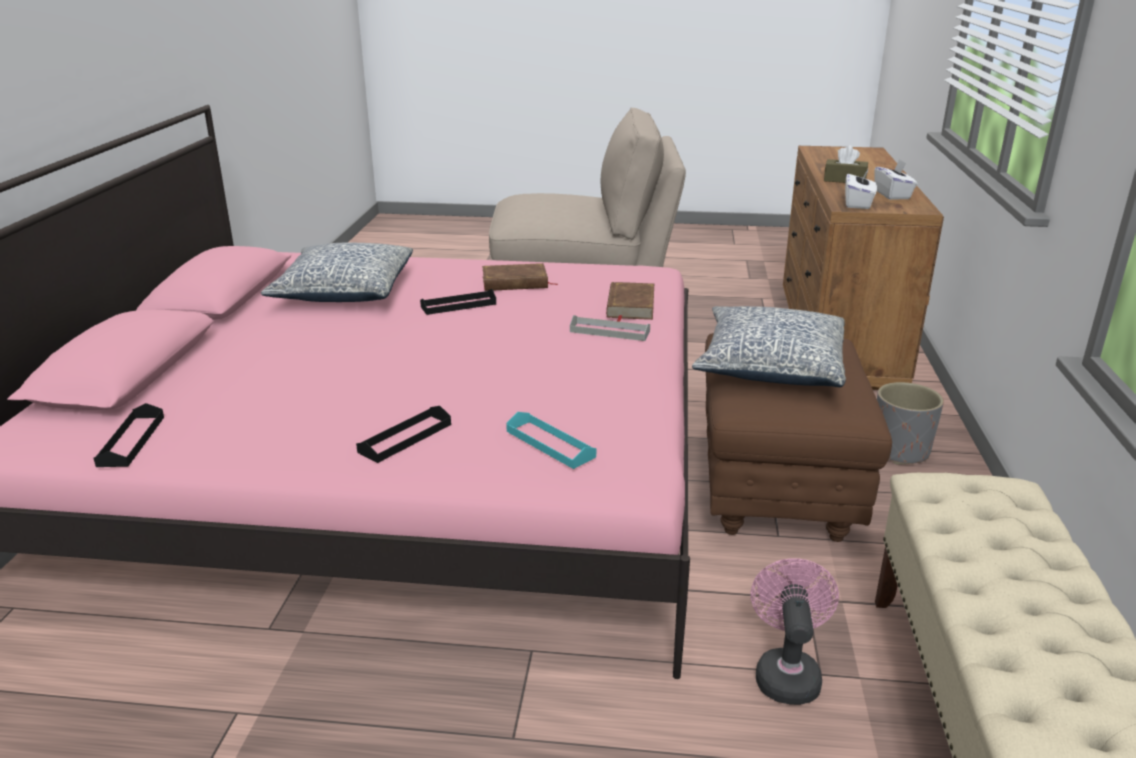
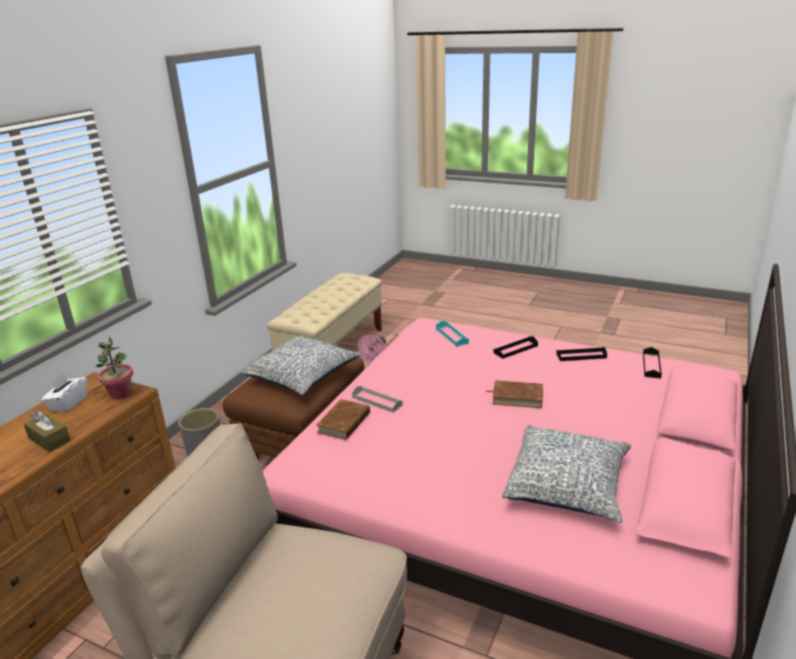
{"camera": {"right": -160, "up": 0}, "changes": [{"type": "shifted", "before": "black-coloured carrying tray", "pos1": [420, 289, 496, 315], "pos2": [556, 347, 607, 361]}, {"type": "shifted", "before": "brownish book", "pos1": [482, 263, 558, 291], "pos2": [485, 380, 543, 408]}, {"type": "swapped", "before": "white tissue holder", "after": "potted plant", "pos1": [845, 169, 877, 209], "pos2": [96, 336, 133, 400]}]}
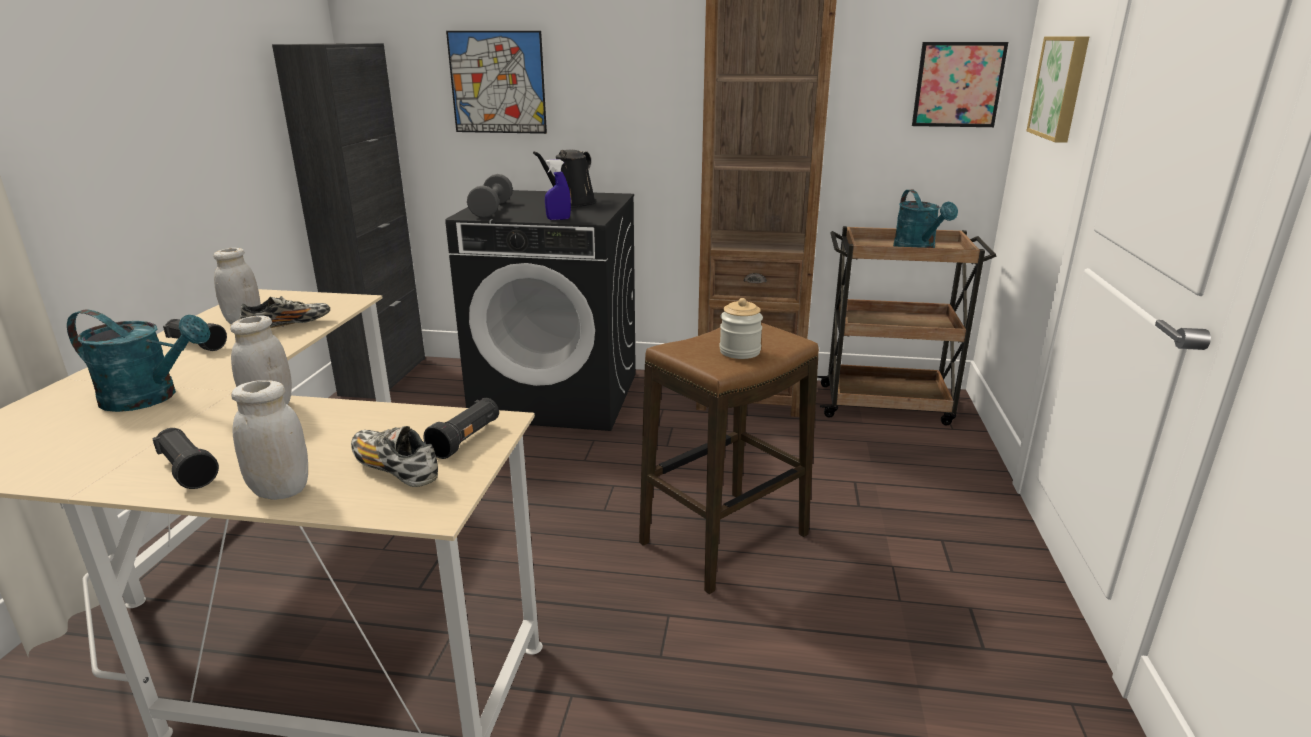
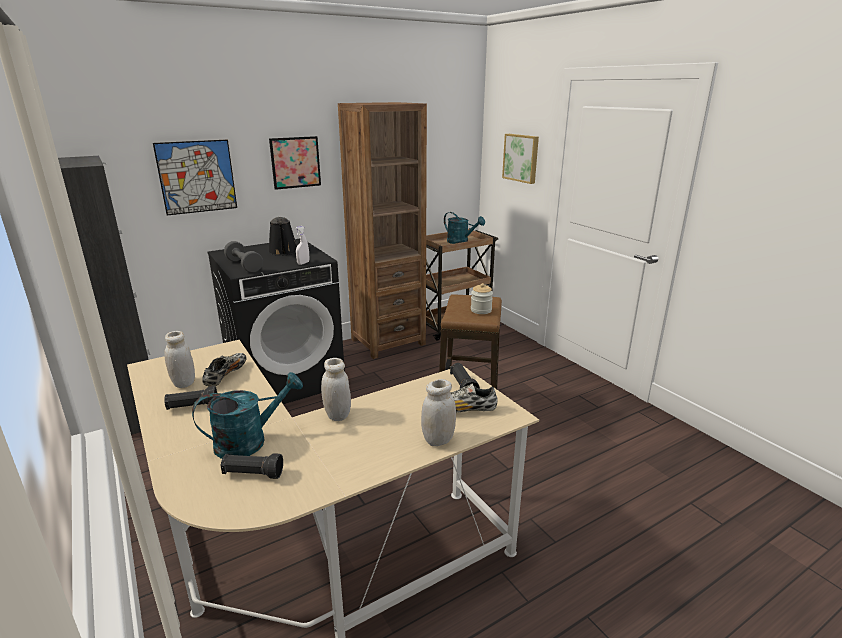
{"camera": {"right": -40, "up": 0}, "changes": [{"type": "shifted", "before": "black-coloured hand torch", "pos1": [152, 428, 219, 489], "pos2": [221, 453, 283, 479]}, {"type": "shifted", "before": "wall picture", "pos1": [912, 42, 1008, 127], "pos2": [269, 136, 321, 190]}, {"type": "repainted", "before": "blue-coloured hand sprayer", "after": "white hand sprayer", "pos1": [545, 159, 571, 220], "pos2": [295, 226, 309, 265]}]}
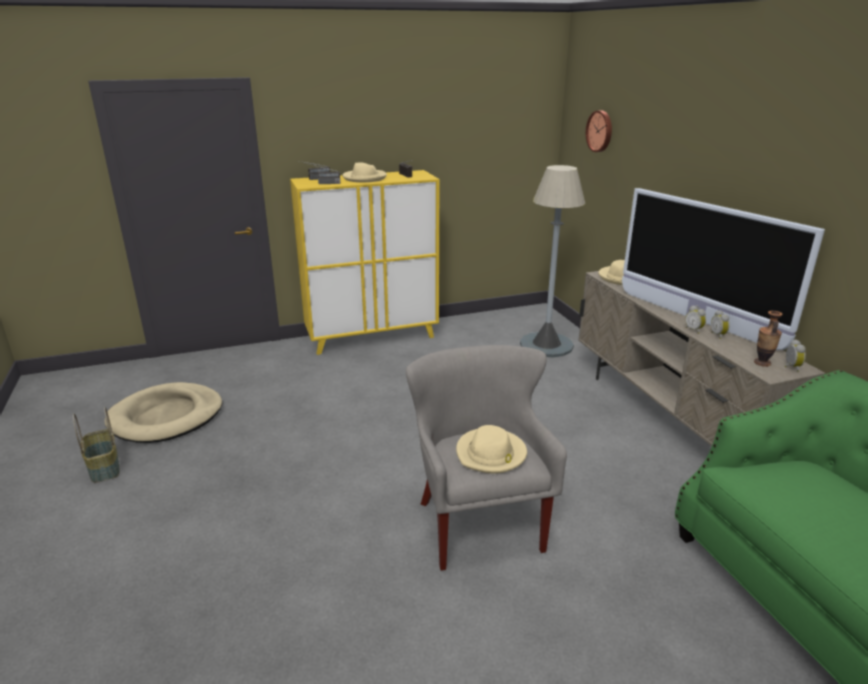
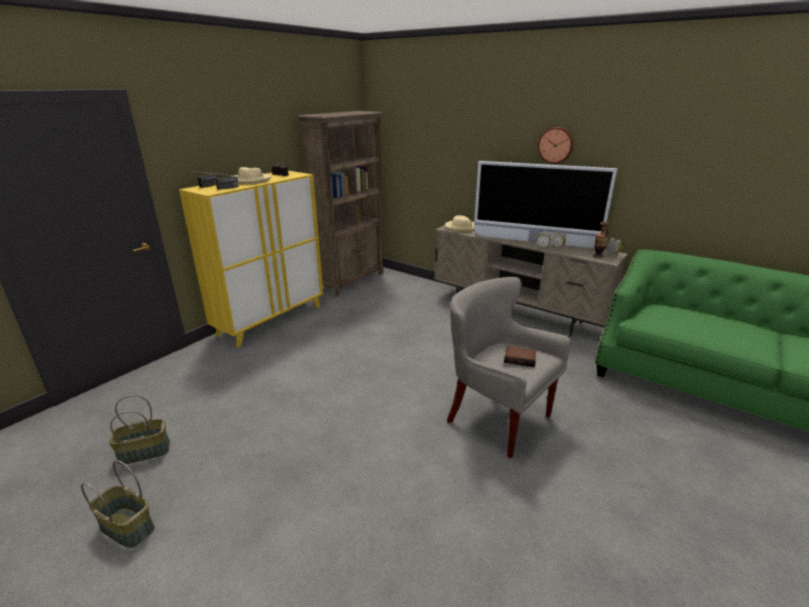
{"camera": {"right": -35, "up": 0}, "changes": [{"type": "gone", "before": "grey standing lamp", "pos1": [520, 165, 585, 357]}, {"type": "new", "after": "brownish bookshelf", "pos2": [298, 111, 384, 296]}, {"type": "shifted", "before": "wall clock", "pos1": [586, 110, 612, 152], "pos2": [538, 127, 574, 164]}, {"type": "swapped", "before": "beige-coloured dog cushion", "after": "household basket", "pos1": [105, 382, 222, 443], "pos2": [109, 395, 170, 465]}, {"type": "swapped", "before": "beige-coloured hat", "after": "book", "pos1": [456, 425, 527, 473], "pos2": [504, 346, 536, 367]}]}
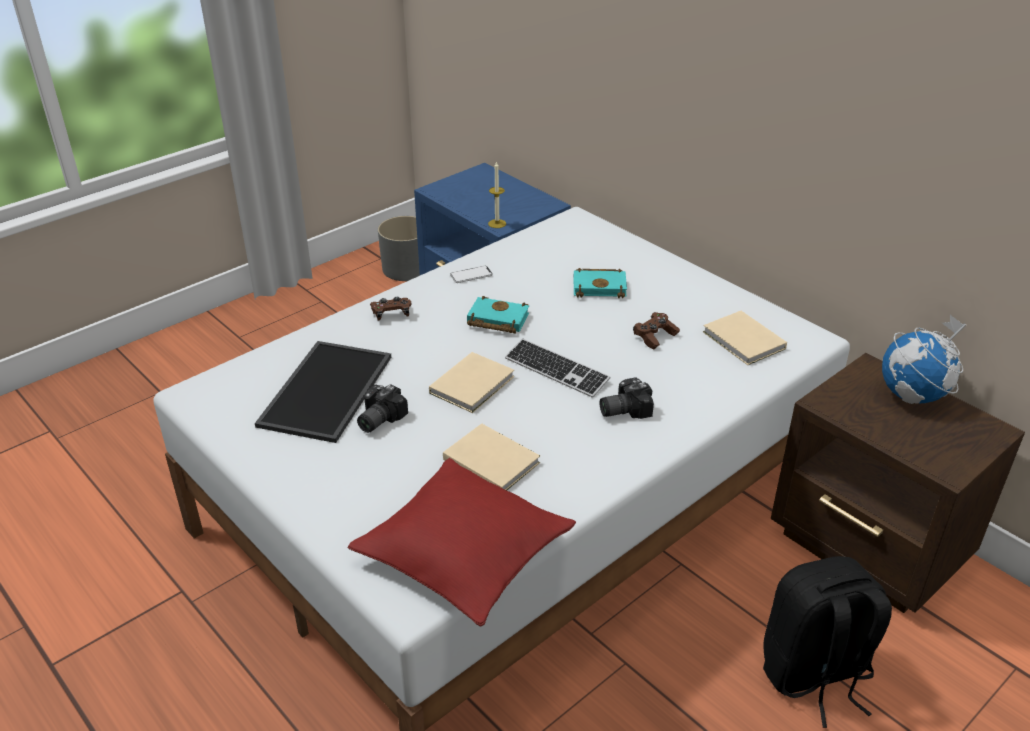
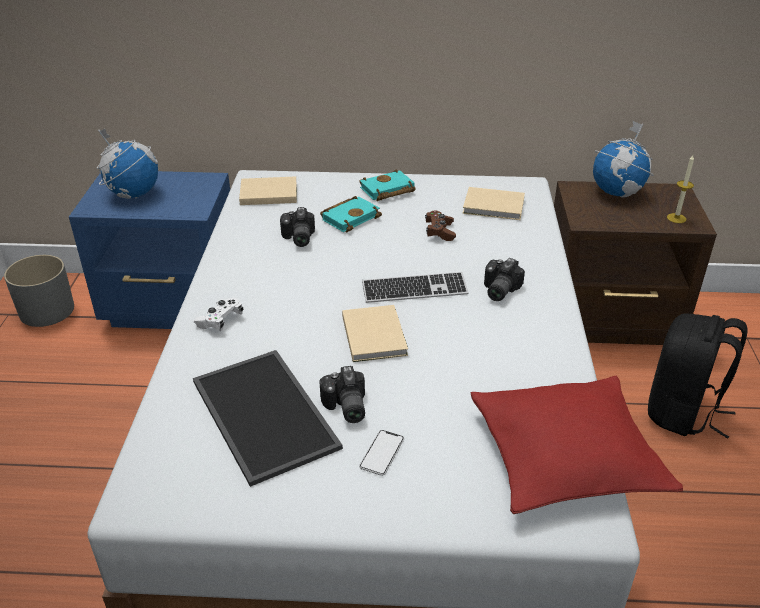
{"camera": {"right": -45, "up": 0}, "changes": [{"type": "new", "after": "desk globe", "pos2": [97, 129, 158, 199]}, {"type": "new", "after": "still camera", "pos2": [280, 207, 315, 247]}, {"type": "shifted", "before": "beige-coloured book", "pos1": [443, 423, 540, 491], "pos2": [239, 176, 297, 205]}, {"type": "shifted", "before": "handset", "pos1": [450, 266, 493, 283], "pos2": [359, 430, 404, 476]}, {"type": "shifted", "before": "turquoise book", "pos1": [467, 296, 529, 334], "pos2": [359, 170, 416, 201]}, {"type": "shifted", "before": "candle", "pos1": [488, 161, 506, 228], "pos2": [667, 155, 694, 223]}, {"type": "repainted", "before": "brownish joypad", "after": "white joypad", "pos1": [370, 297, 411, 320], "pos2": [194, 298, 243, 331]}]}
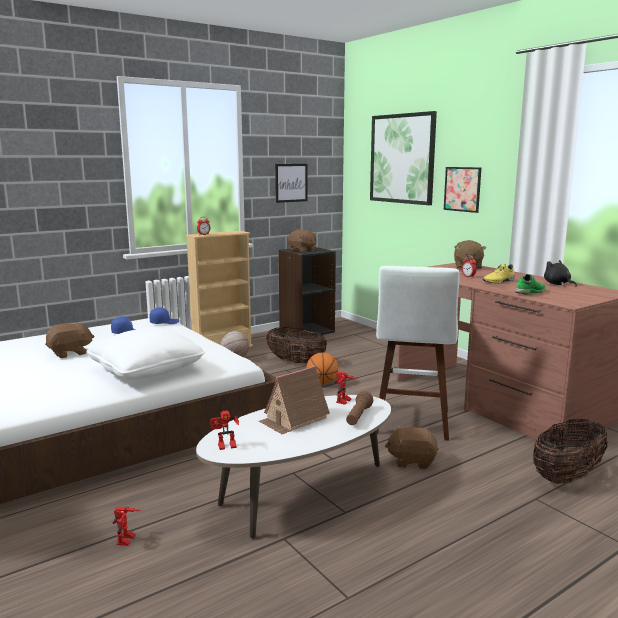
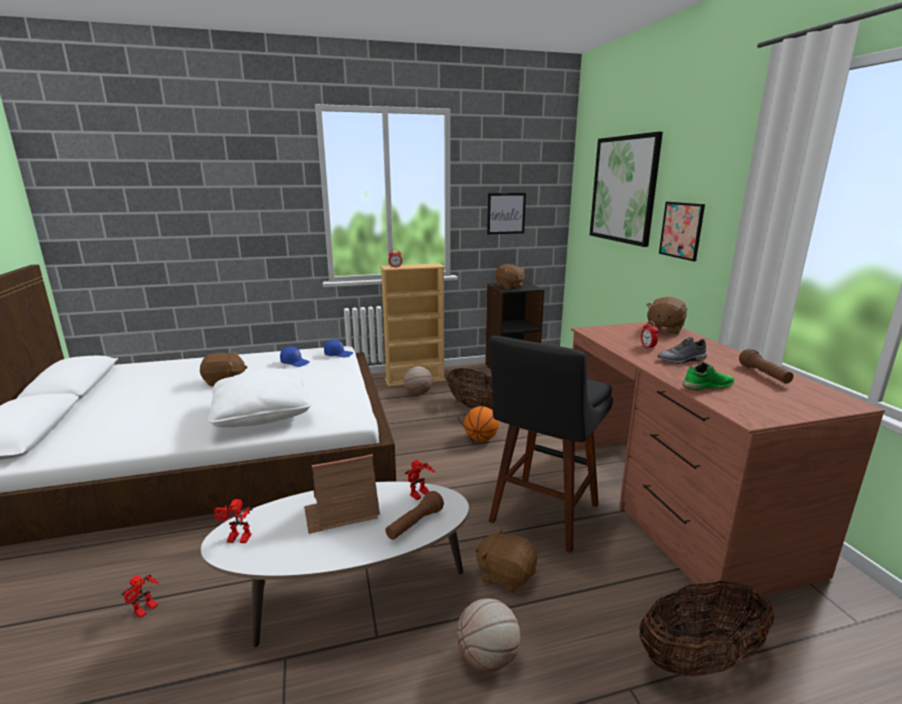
{"camera": {"right": 20, "up": 5}, "changes": [{"type": "new", "after": "ball for basketball", "pos2": [456, 598, 521, 672]}, {"type": "swapped", "before": "black-coloured cuddly toy", "after": "brownish hand torch", "pos1": [544, 260, 577, 286], "pos2": [739, 349, 794, 384]}, {"type": "repainted", "before": "white stool seat", "after": "black-coloured stool seat", "pos1": [376, 266, 460, 441], "pos2": [489, 336, 613, 553]}, {"type": "repainted", "before": "yellow-coloured shoe", "after": "grey shoe", "pos1": [483, 263, 515, 284], "pos2": [657, 337, 707, 364]}]}
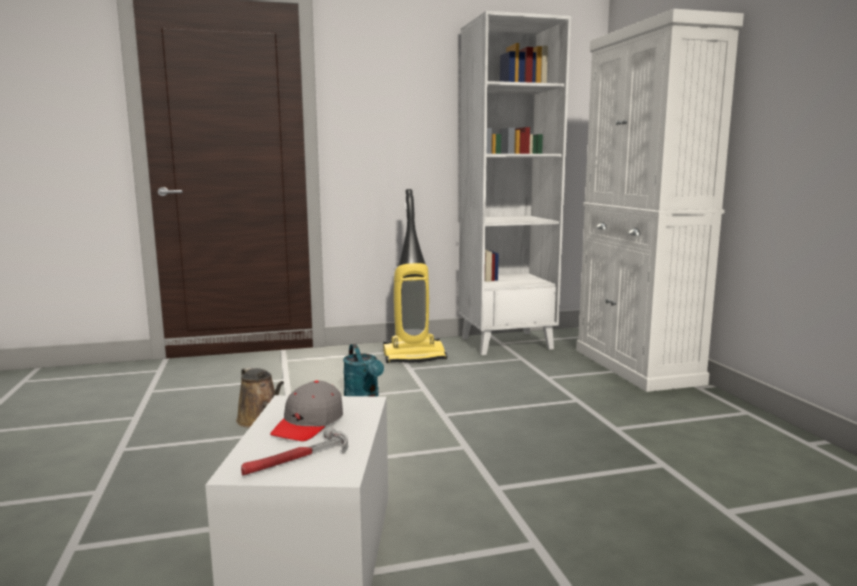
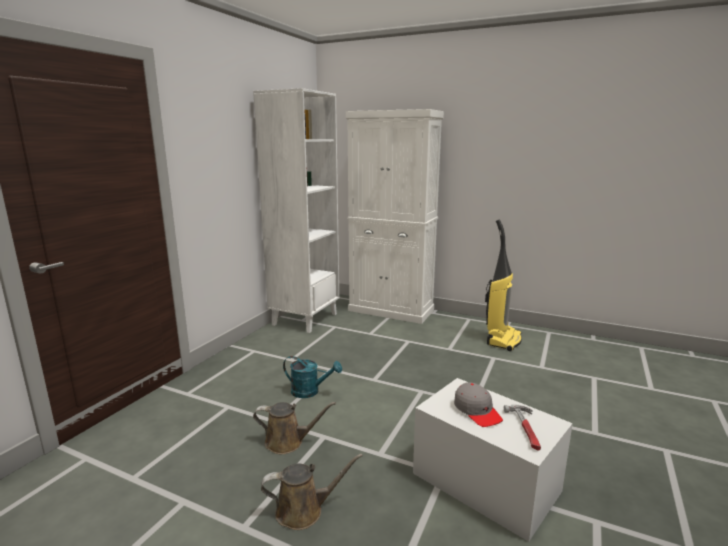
{"camera": {"right": -50, "up": 5}, "changes": [{"type": "new", "after": "brownish watering can", "pos2": [261, 454, 363, 530]}, {"type": "shifted", "before": "vacuum", "pos1": [383, 189, 447, 363], "pos2": [485, 219, 522, 351]}]}
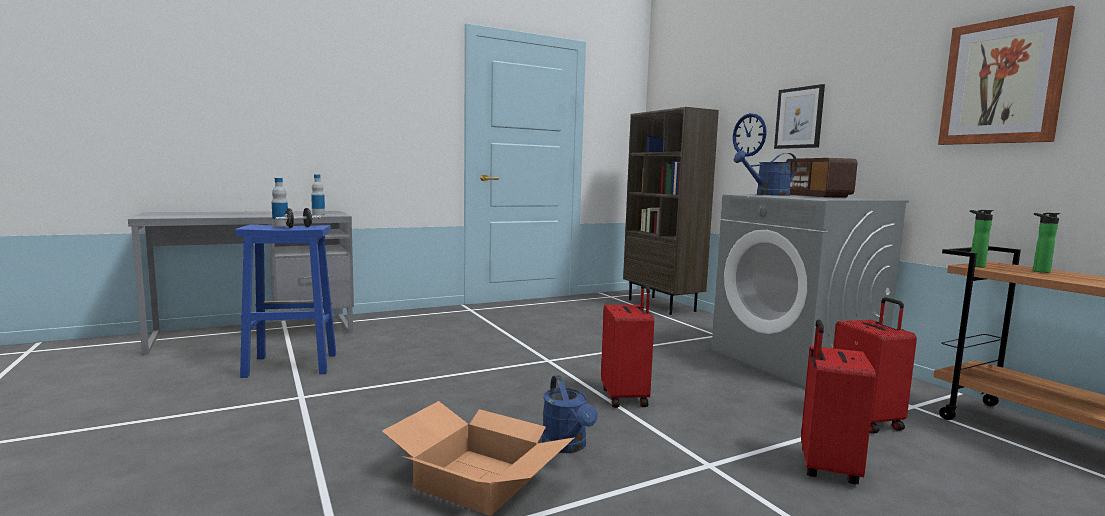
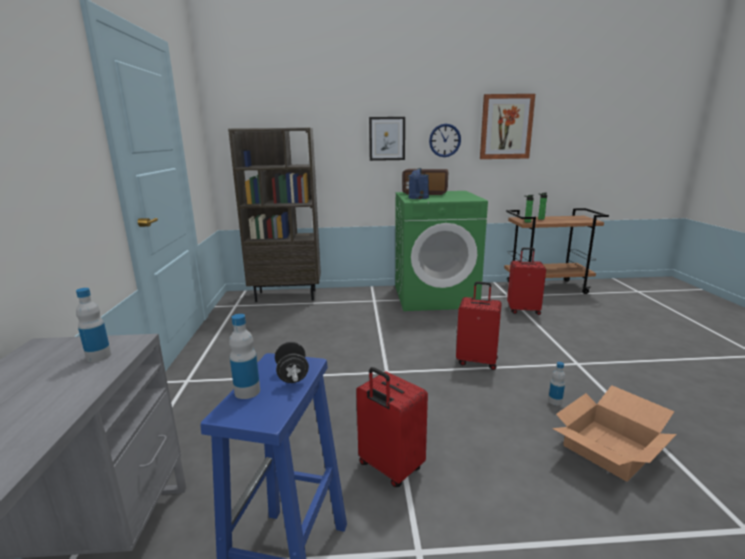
{"camera": {"right": -65, "up": 10}, "changes": [{"type": "shifted", "before": "wall clock", "pos1": [733, 113, 767, 157], "pos2": [429, 124, 461, 157]}, {"type": "shifted", "before": "reddish suitcase", "pos1": [801, 319, 876, 484], "pos2": [356, 367, 428, 487]}, {"type": "swapped", "before": "blue-coloured watering can", "after": "beverage bottle", "pos1": [542, 375, 598, 453], "pos2": [548, 362, 565, 405]}, {"type": "repainted", "before": "grey laundry machine", "after": "greenish laundry machine", "pos1": [712, 194, 909, 388], "pos2": [395, 191, 488, 311]}]}
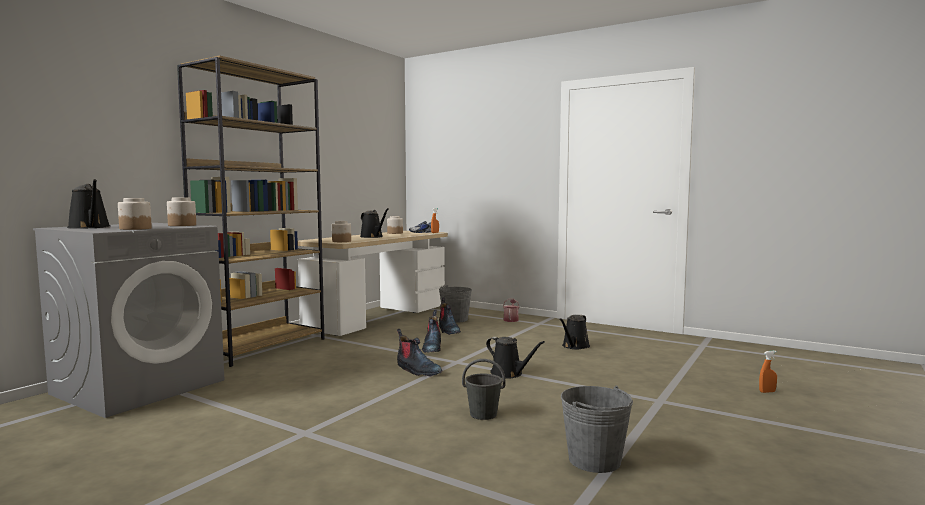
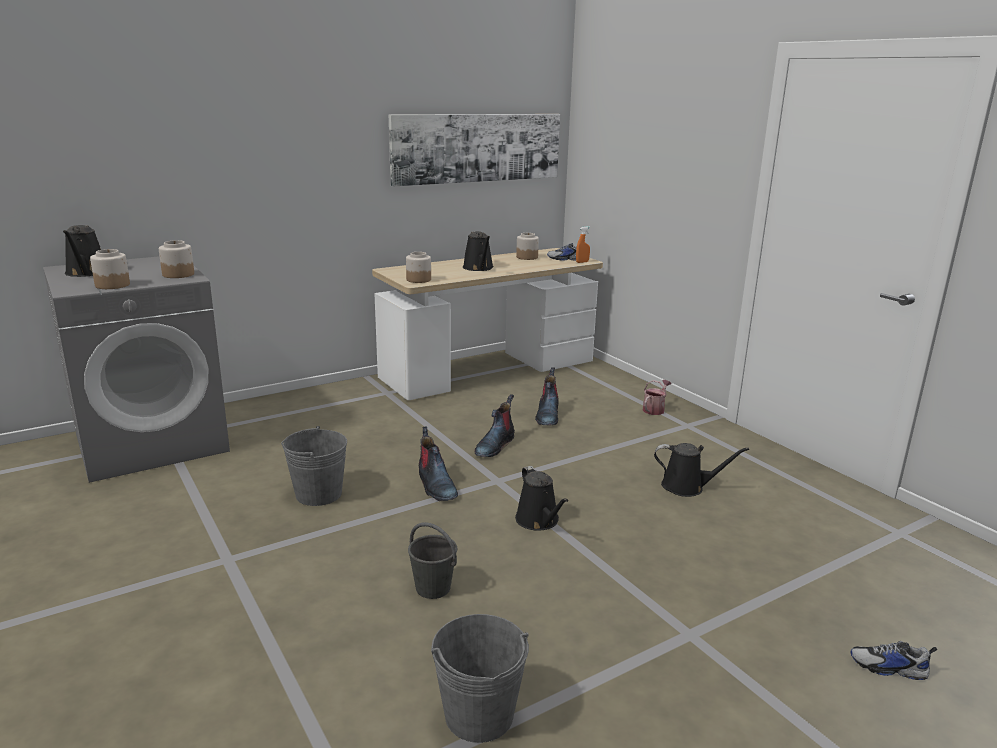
{"camera": {"right": 25, "up": 15}, "changes": [{"type": "gone", "before": "brownish bookshelf", "pos1": [177, 55, 325, 367]}, {"type": "new", "after": "wall picture", "pos2": [389, 114, 560, 186]}, {"type": "shifted", "before": "grey water bucket", "pos1": [439, 285, 472, 323], "pos2": [281, 426, 347, 506]}, {"type": "swapped", "before": "orange hand sprayer", "after": "shoe", "pos1": [759, 351, 777, 393], "pos2": [851, 641, 937, 680]}, {"type": "rotated", "before": "black-coloured watering can", "pos1": [559, 315, 590, 349], "pos2": [654, 443, 749, 497], "turn": -135}]}
